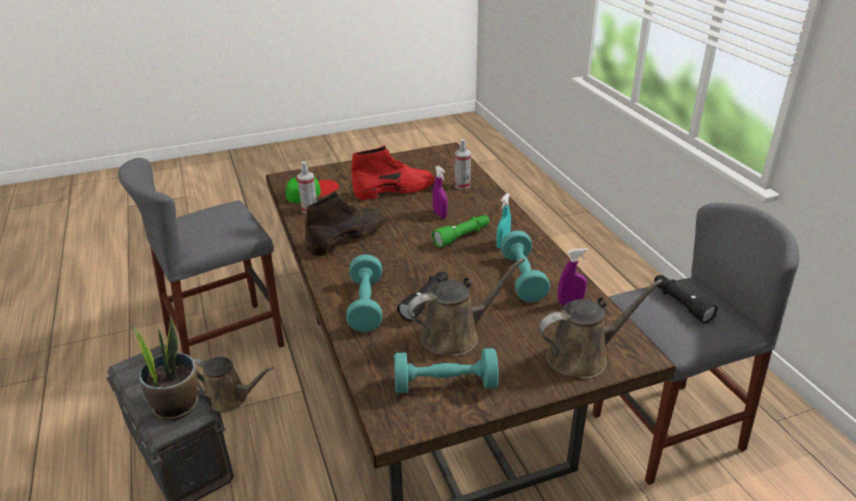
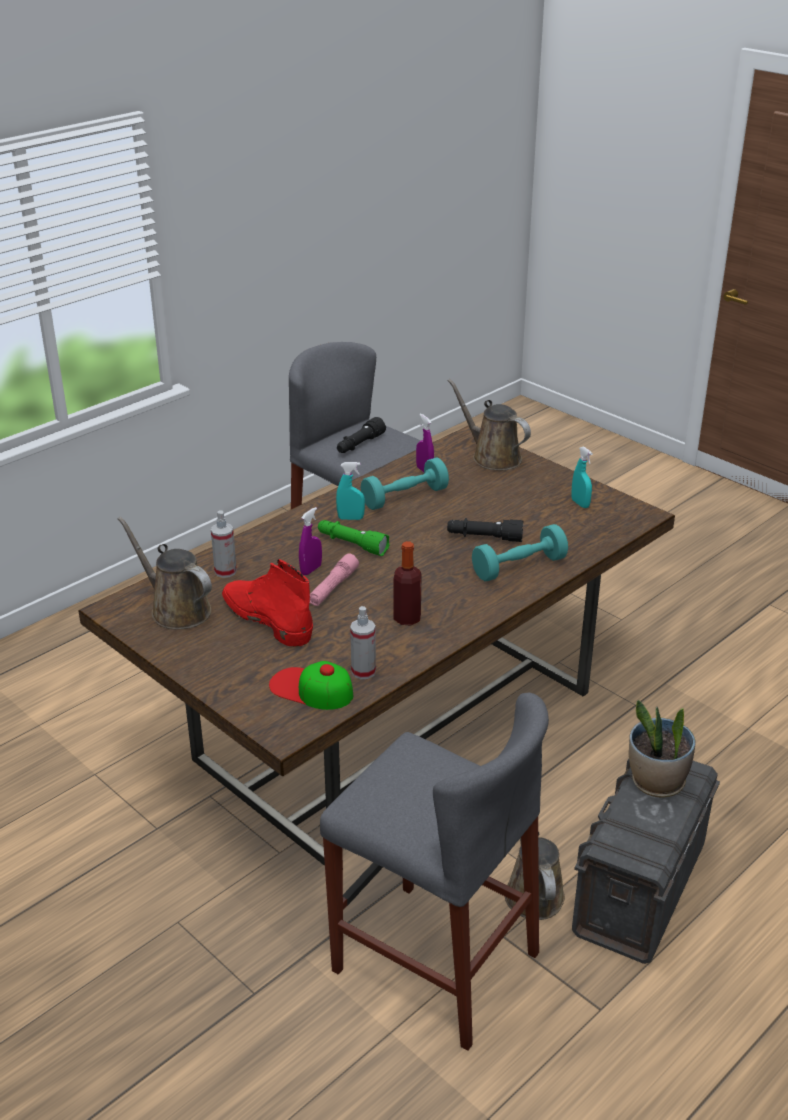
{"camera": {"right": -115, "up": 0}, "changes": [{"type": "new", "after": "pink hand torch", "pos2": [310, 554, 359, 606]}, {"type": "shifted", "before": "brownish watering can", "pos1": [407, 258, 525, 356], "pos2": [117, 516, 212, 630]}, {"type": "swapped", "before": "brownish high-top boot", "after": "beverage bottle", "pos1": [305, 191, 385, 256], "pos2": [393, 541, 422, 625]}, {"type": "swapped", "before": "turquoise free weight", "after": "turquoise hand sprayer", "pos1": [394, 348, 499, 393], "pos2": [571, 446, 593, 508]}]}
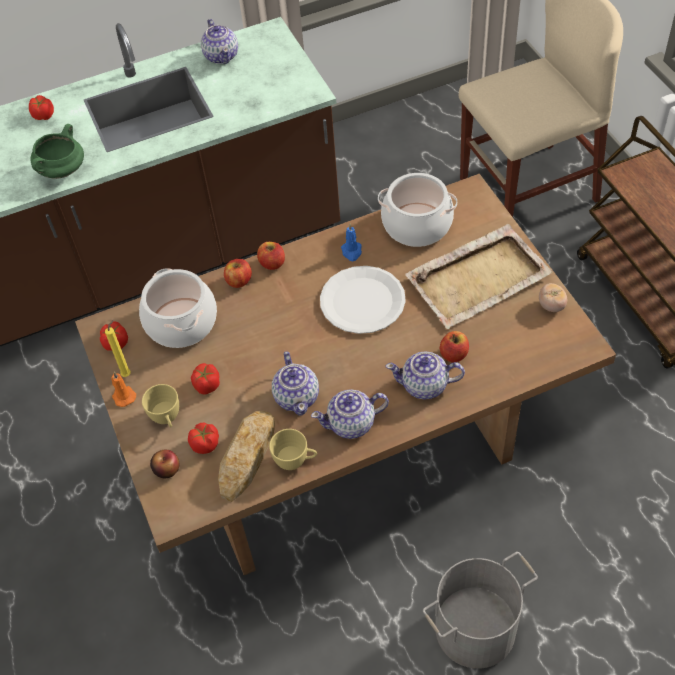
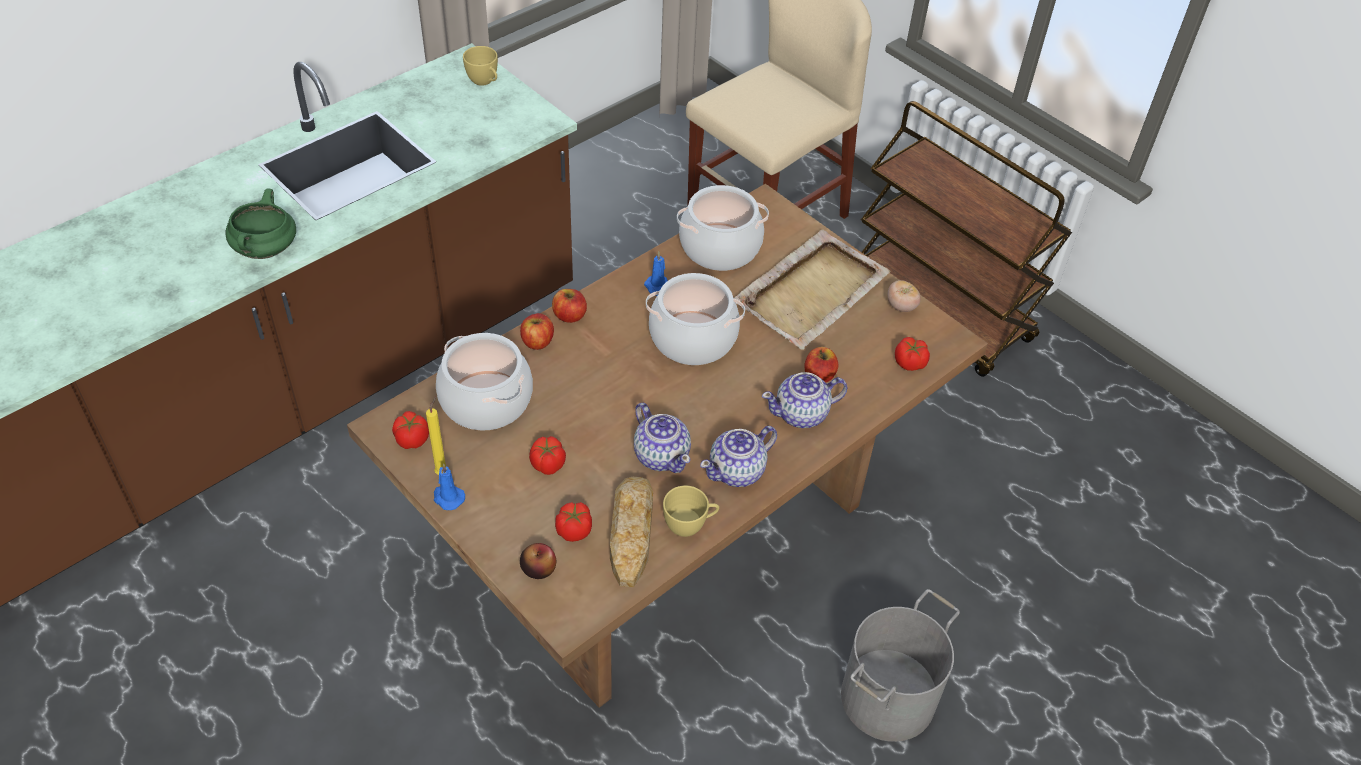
{"camera": {"right": -25, "up": -5}, "changes": [{"type": "gone", "before": "pot for tea", "pos1": [201, 19, 238, 64]}, {"type": "shifted", "before": "tomato", "pos1": [29, 95, 54, 120], "pos2": [895, 337, 930, 371]}, {"type": "shifted", "before": "yellow-coloured small cup", "pos1": [142, 384, 179, 428], "pos2": [463, 46, 498, 86]}, {"type": "swapped", "before": "white dinner plate", "after": "saucepot", "pos1": [320, 266, 406, 334], "pos2": [646, 273, 745, 365]}, {"type": "repainted", "before": "orange candle", "after": "blue-coloured candle", "pos1": [111, 372, 136, 407], "pos2": [434, 463, 465, 510]}]}
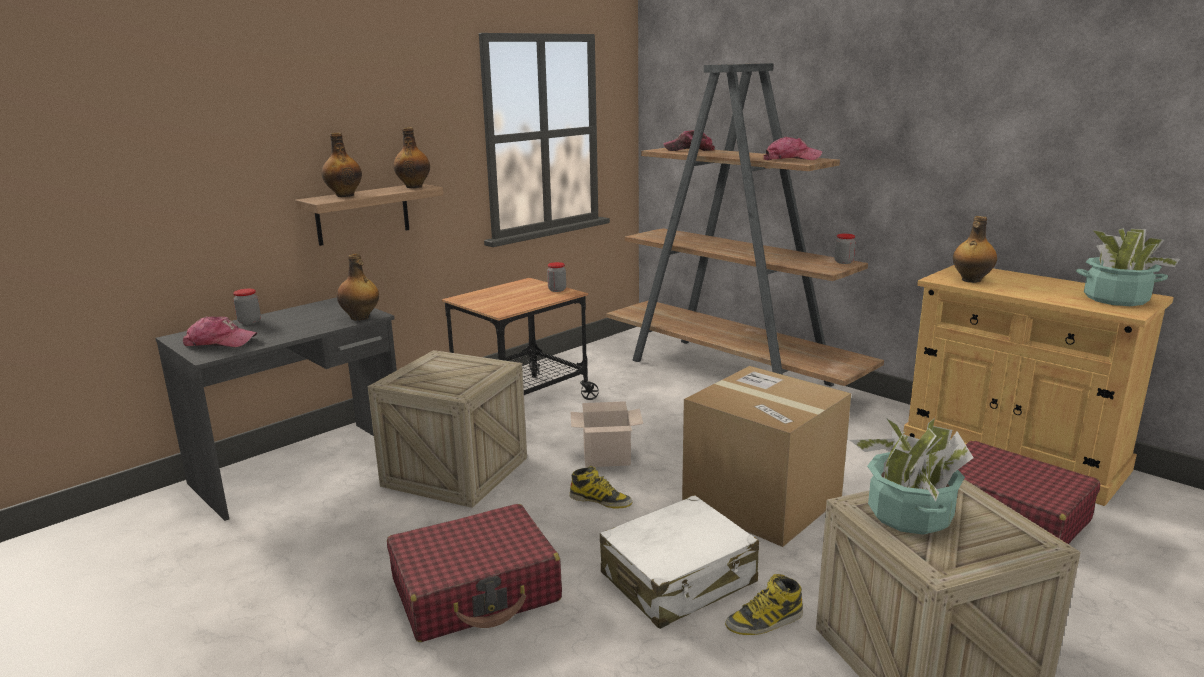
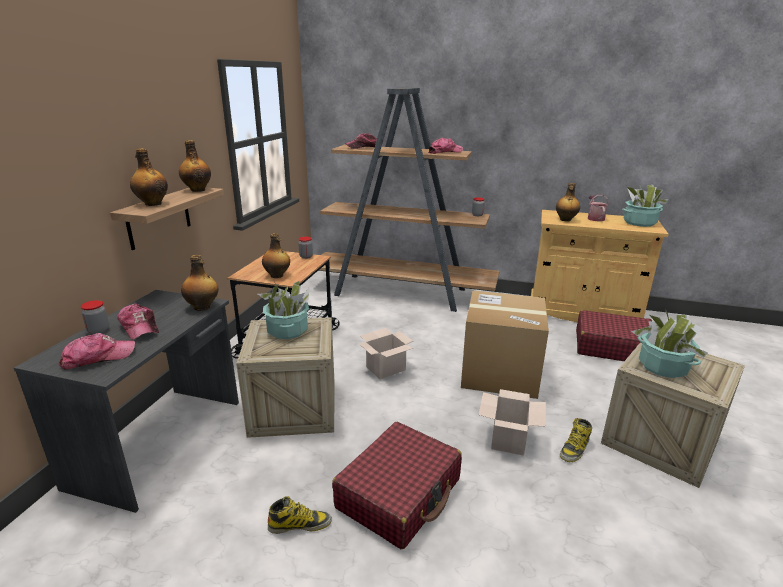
{"camera": {"right": -30, "up": 5}, "changes": [{"type": "new", "after": "cap", "pos2": [117, 304, 159, 340]}, {"type": "new", "after": "potted plant", "pos2": [258, 281, 309, 339]}, {"type": "new", "after": "beverage bottle", "pos2": [262, 233, 290, 278]}, {"type": "new", "after": "watering can", "pos2": [588, 195, 609, 221]}, {"type": "shifted", "before": "high-top boot", "pos1": [570, 466, 632, 508], "pos2": [268, 496, 332, 534]}, {"type": "swapped", "before": "white suitcase", "after": "cardboard box", "pos1": [600, 495, 759, 629], "pos2": [479, 389, 546, 456]}]}
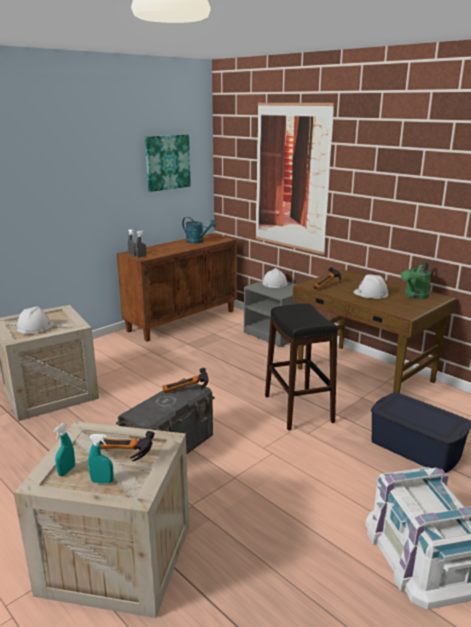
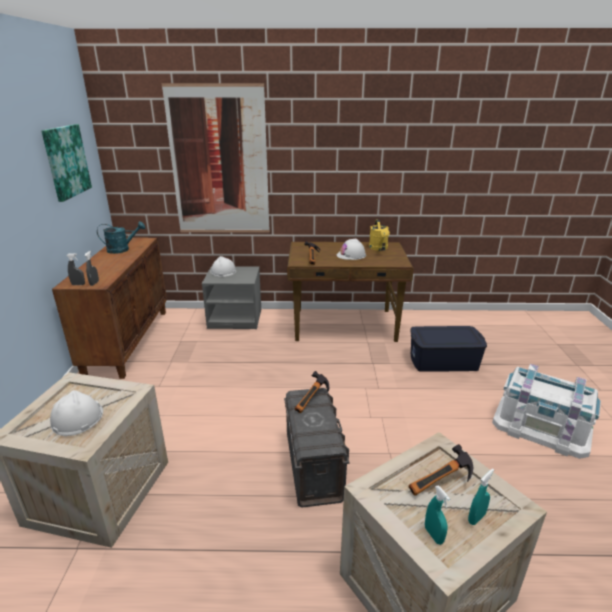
{"camera": {"right": -45, "up": 5}, "changes": [{"type": "gone", "before": "black-coloured stool seat", "pos1": [265, 304, 338, 431]}, {"type": "repainted", "before": "greenish watering can", "after": "yellow-coloured watering can", "pos1": [401, 262, 431, 299], "pos2": [369, 219, 390, 251]}]}
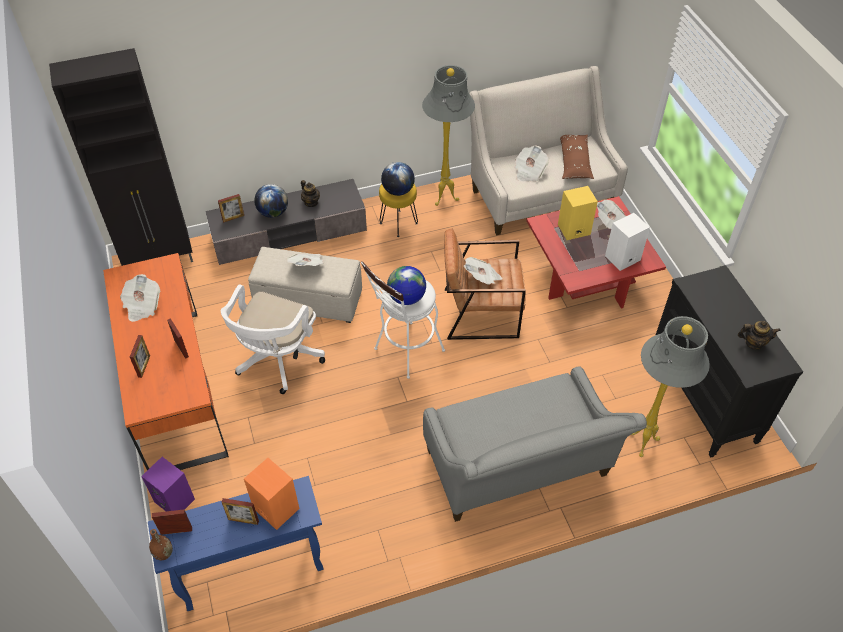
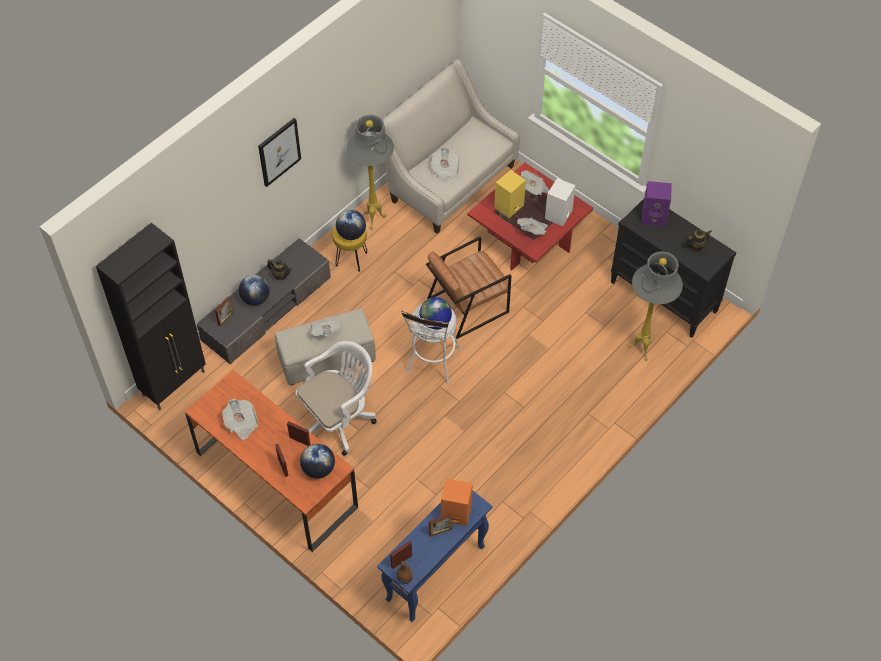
{"camera": {"right": -30, "up": 5}, "changes": [{"type": "gone", "before": "grey sofa", "pos1": [423, 367, 647, 522]}, {"type": "gone", "before": "brownish cushion", "pos1": [560, 135, 594, 179]}, {"type": "new", "after": "wall picture", "pos2": [258, 118, 301, 187]}, {"type": "new", "after": "desk globe", "pos2": [300, 444, 335, 479]}, {"type": "shifted", "before": "purple loudspeaker", "pos1": [141, 457, 195, 511], "pos2": [642, 181, 672, 226]}, {"type": "shifted", "before": "newspaper", "pos1": [464, 257, 502, 285], "pos2": [517, 217, 548, 235]}, {"type": "rotated", "before": "white desk chair", "pos1": [221, 284, 325, 394], "pos2": [296, 341, 377, 456], "turn": -120}]}
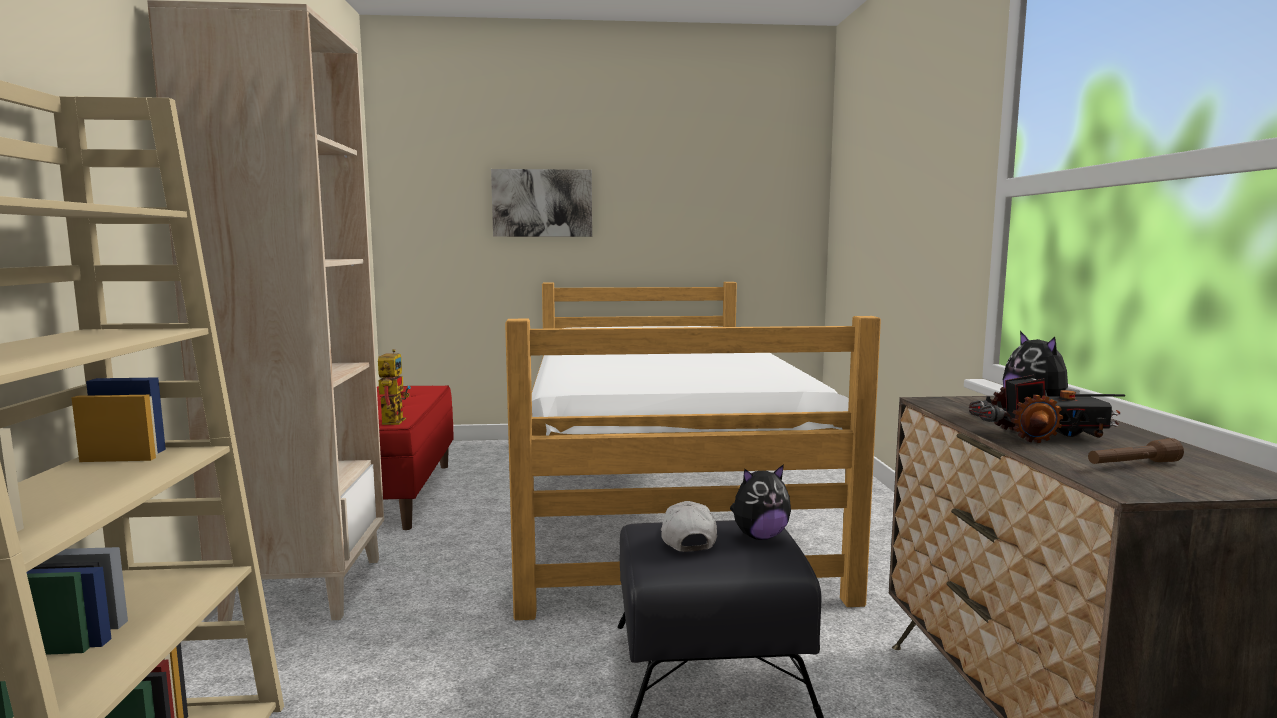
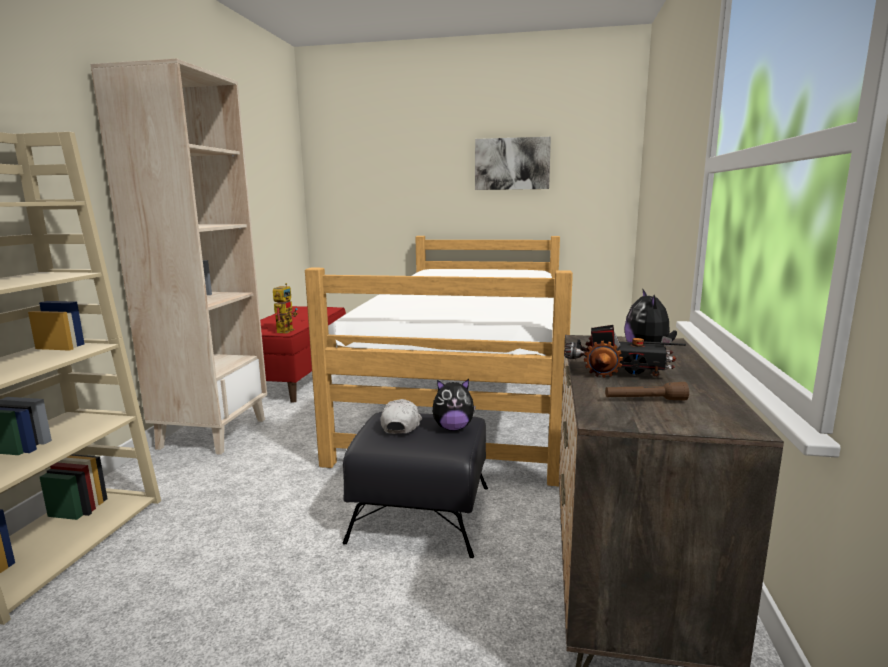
{"camera": {"right": 15, "up": 5}, "changes": [{"type": "shifted", "before": "wall picture", "pos1": [491, 169, 592, 237], "pos2": [475, 137, 551, 190]}]}
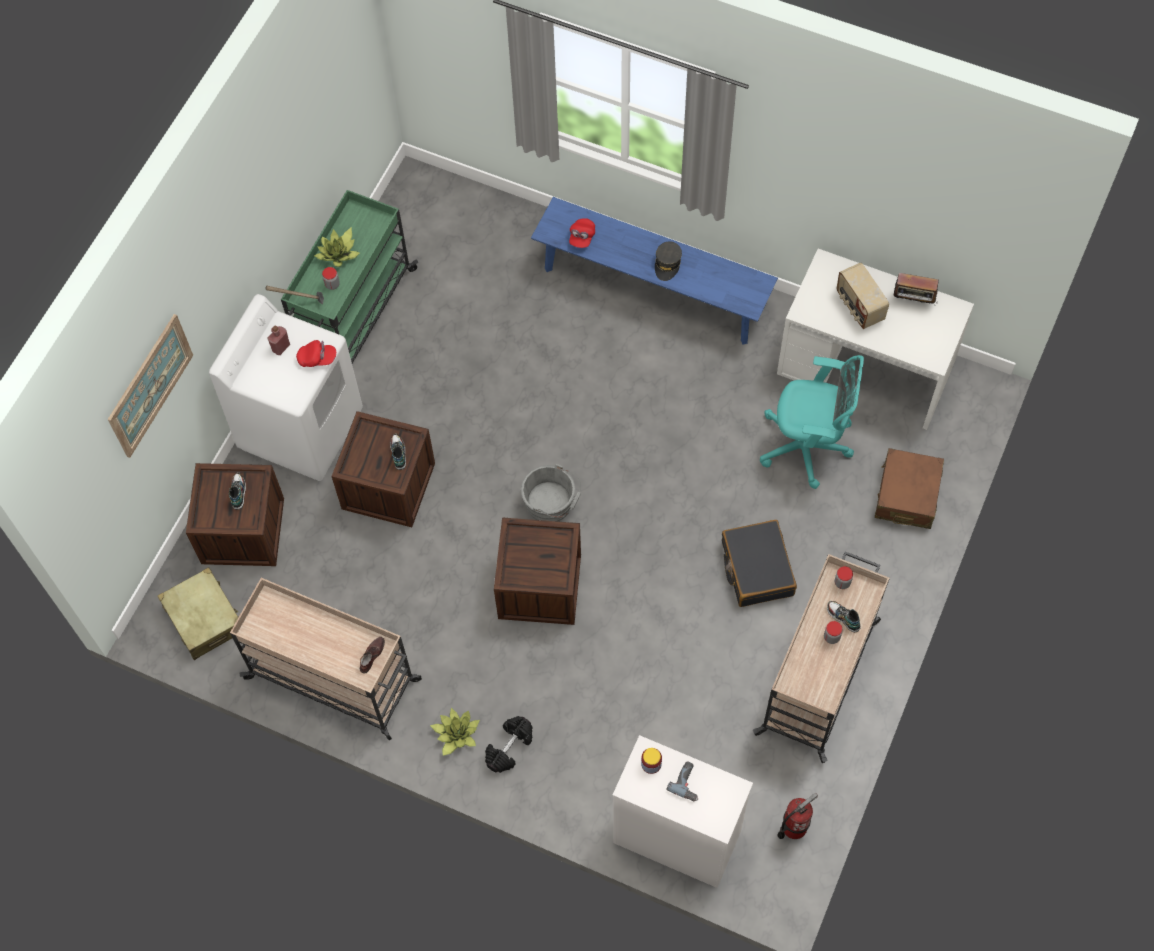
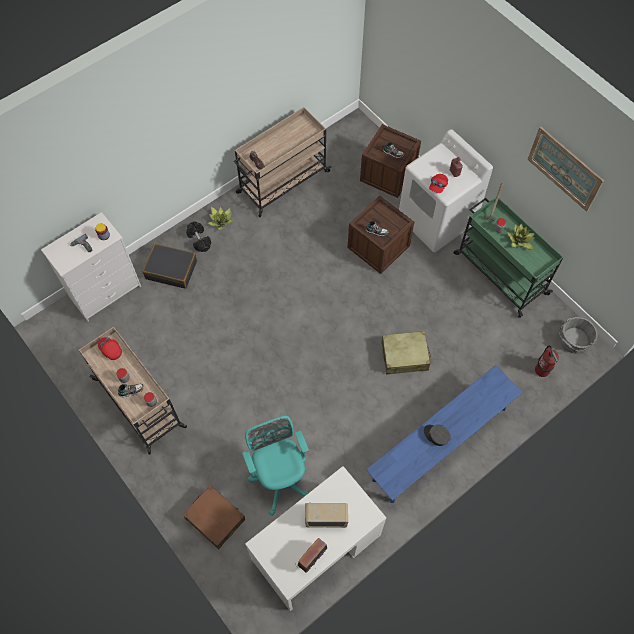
{"camera": {"right": 115, "up": 0}, "changes": [{"type": "gone", "before": "packing crate", "pos1": [494, 517, 581, 625]}, {"type": "shifted", "before": "wall picture", "pos1": [108, 314, 193, 458], "pos2": [527, 127, 604, 212]}, {"type": "shifted", "before": "beige-coloured suitcase", "pos1": [158, 567, 239, 660], "pos2": [382, 331, 431, 374]}, {"type": "shifted", "before": "grey water bucket", "pos1": [521, 464, 581, 522], "pos2": [559, 317, 598, 354]}, {"type": "shifted", "before": "reddish cap", "pos1": [569, 218, 595, 248], "pos2": [98, 337, 122, 360]}, {"type": "shifted", "before": "black-coloured suitcase", "pos1": [722, 520, 797, 607], "pos2": [143, 244, 197, 289]}, {"type": "shifted", "before": "extinguisher", "pos1": [778, 793, 818, 839], "pos2": [535, 346, 559, 377]}, {"type": "rotated", "before": "turquoise desk chair", "pos1": [760, 355, 864, 489], "pos2": [242, 416, 309, 516], "turn": 120}]}
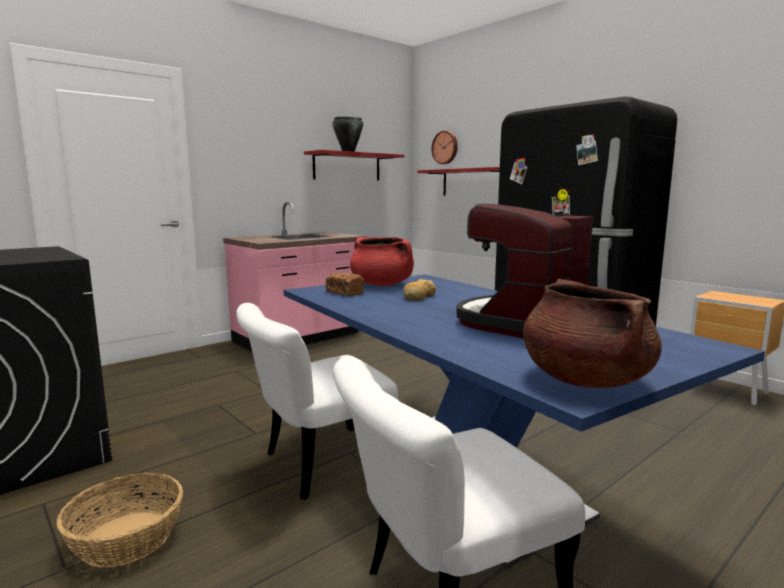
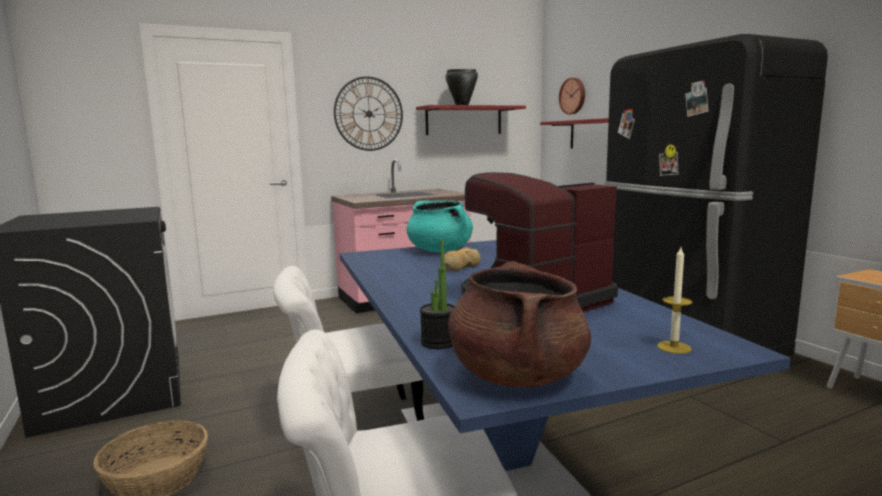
{"camera": {"right": 15, "up": 0}, "changes": [{"type": "gone", "before": "bakery bread", "pos1": [326, 273, 364, 296]}, {"type": "new", "after": "wall clock", "pos2": [334, 76, 403, 151]}, {"type": "new", "after": "potted plant", "pos2": [420, 240, 454, 349]}, {"type": "new", "after": "candle", "pos2": [657, 247, 693, 354]}, {"type": "repainted", "before": "reddish saucepot", "after": "turquoise saucepot", "pos1": [350, 237, 414, 286], "pos2": [406, 201, 473, 252]}]}
